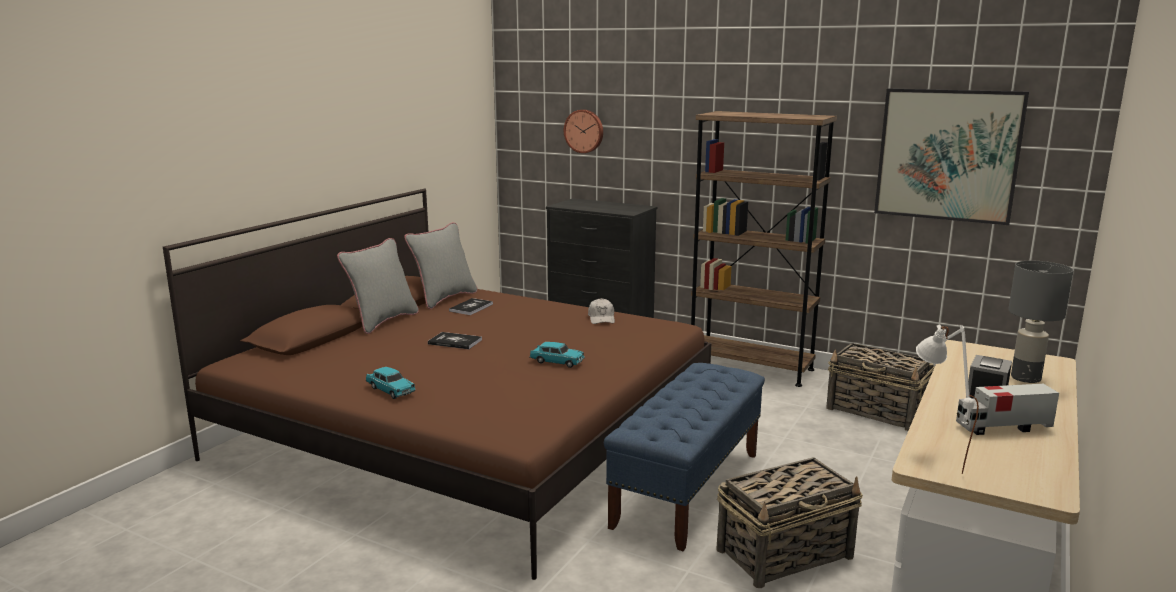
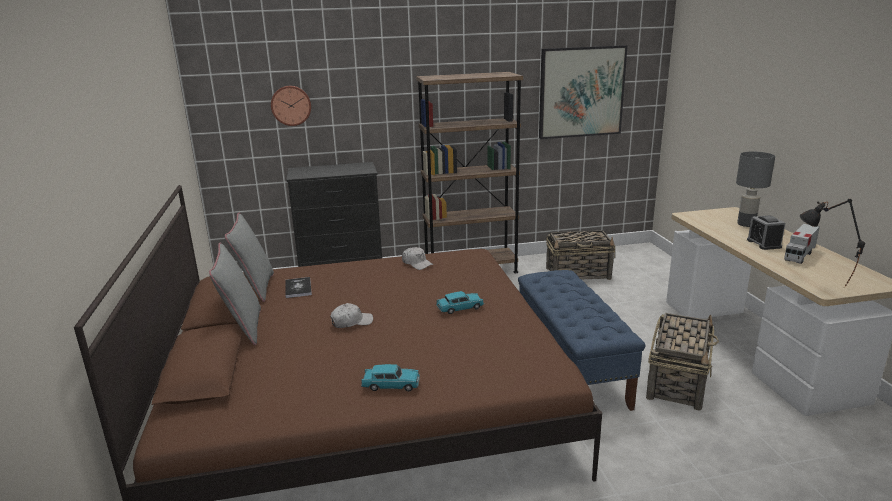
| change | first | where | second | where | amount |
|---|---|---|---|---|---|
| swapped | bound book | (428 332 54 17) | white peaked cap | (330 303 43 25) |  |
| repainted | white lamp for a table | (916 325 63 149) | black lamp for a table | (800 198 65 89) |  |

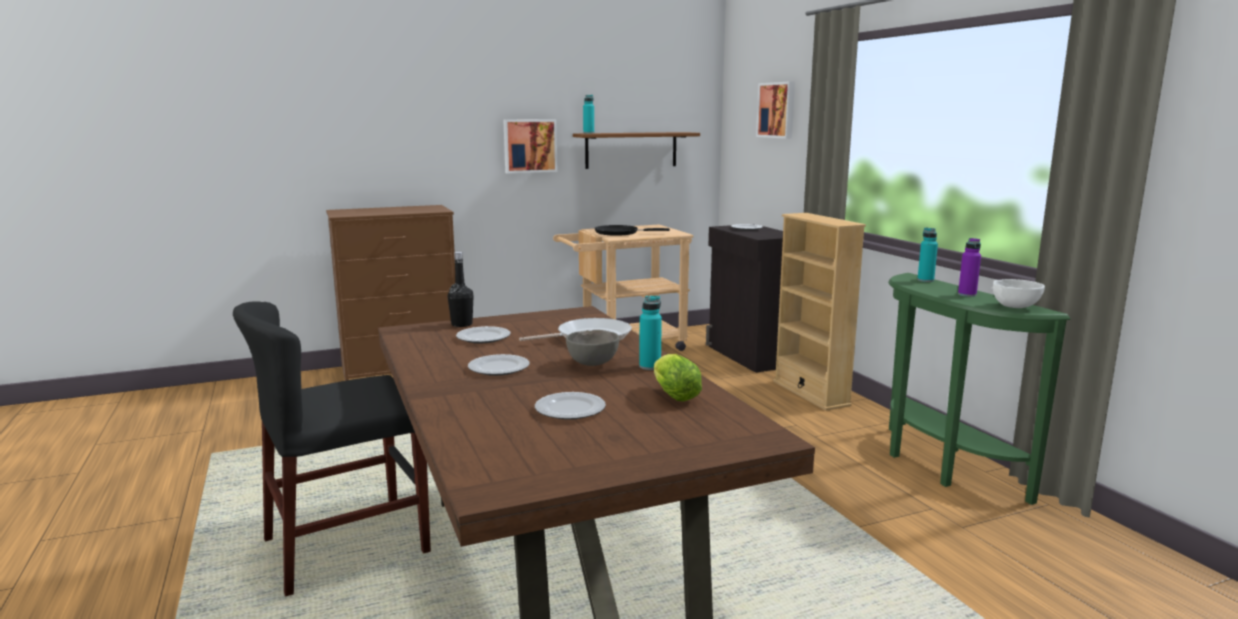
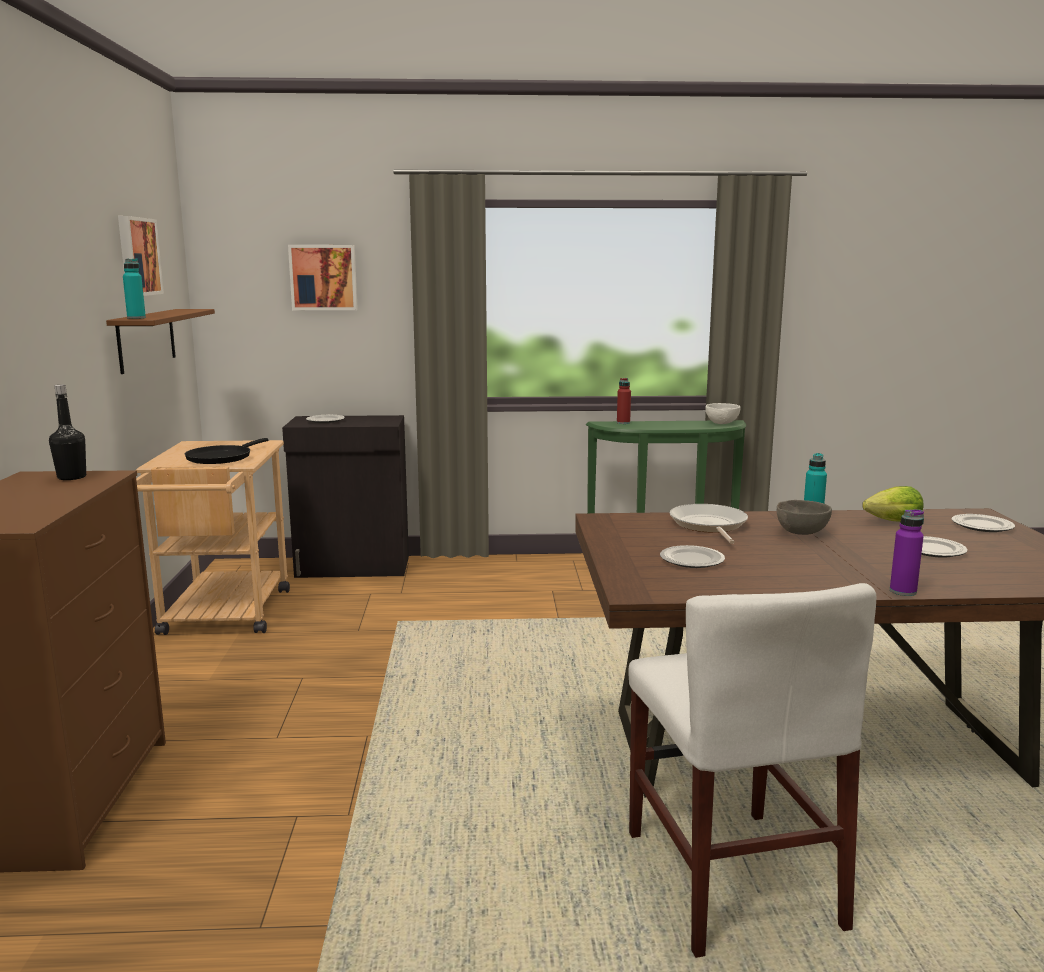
| change | first | where | second | where | amount |
|---|---|---|---|---|---|
| shifted | black beverage bottle | (448 252 26 75) |  | (49 385 37 95) |  |
| shifted | wall art | (503 119 55 54) |  | (118 216 46 80) |  |
| repainted | turquoise-coloured beverage bottle | (917 227 21 55) | red-coloured beverage bottle | (617 378 14 46) |  |
| repainted | black plain chair | (233 301 198 296) | white plain chair | (629 583 247 375) |  |
| shifted | purplish beverage bottle | (958 238 23 59) |  | (890 509 34 87) |  |
| shifted | flat dish | (468 354 61 22) |  | (952 514 63 18) |  |
| gone | beige bookcase | (773 213 93 198) |  |  |  |

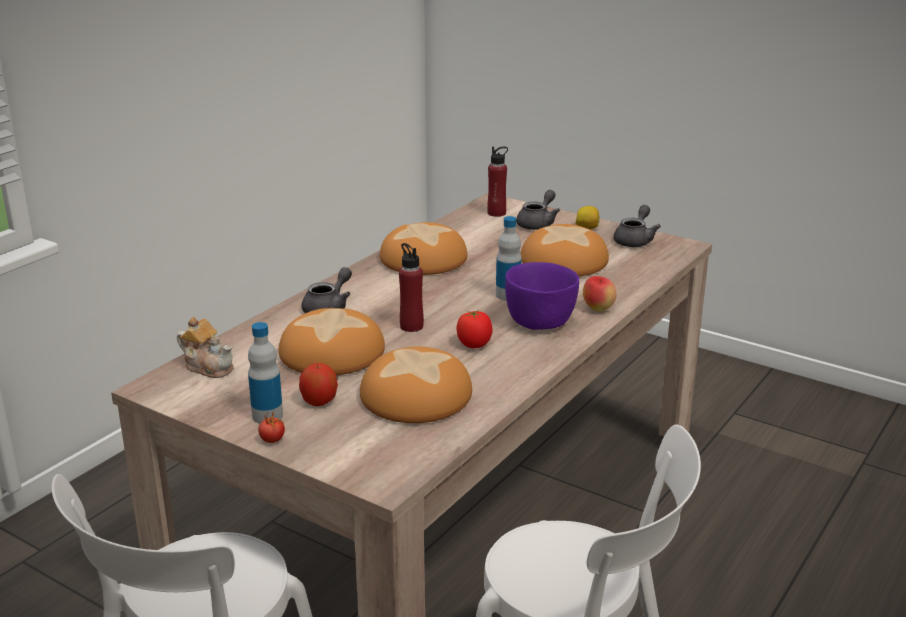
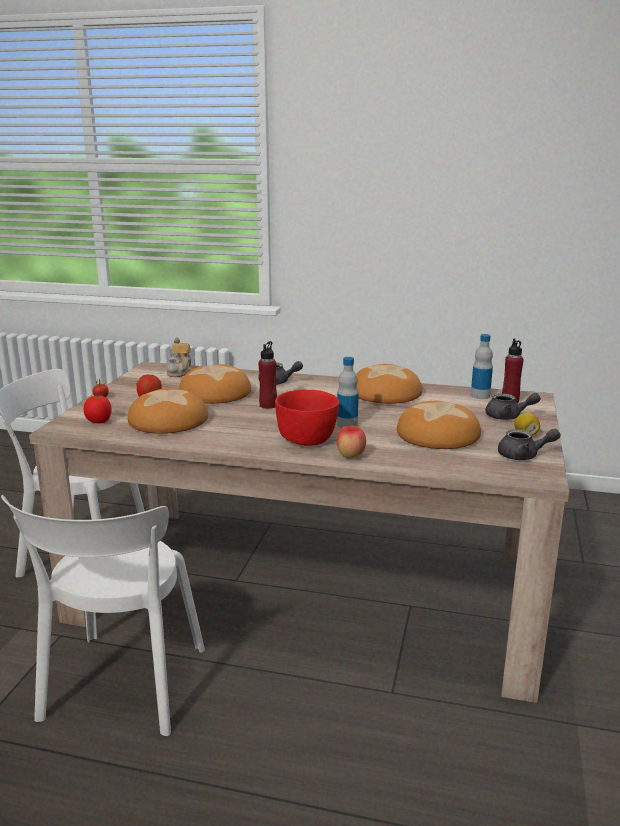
| change | first | where | second | where | amount |
|---|---|---|---|---|---|
| shifted | tomato | (457 310 35 38) |  | (84 395 28 28) |  |
| repainted | purplish bowl | (505 262 74 68) | red-coloured bowl | (275 390 64 56) |  |
| shifted | beverage bottle | (248 322 35 102) |  | (471 334 22 65) |  |

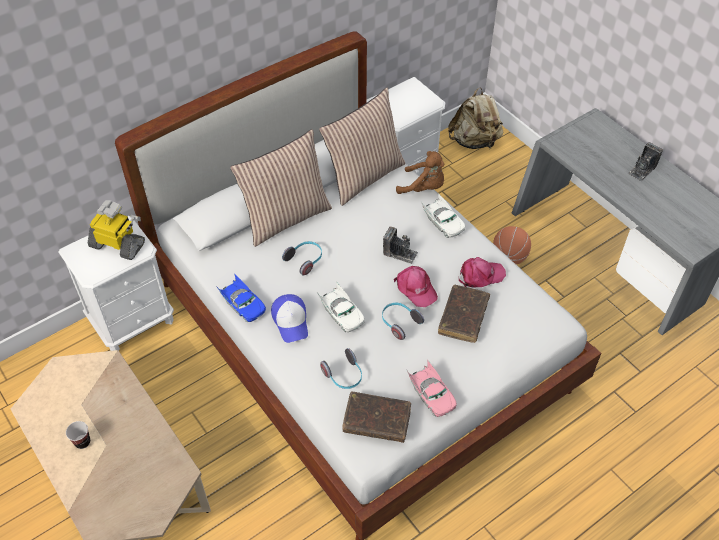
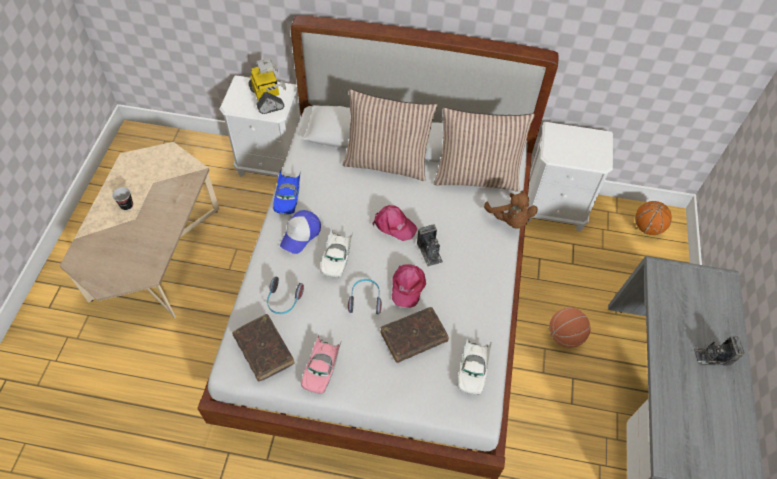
| change | first | where | second | where | amount |
|---|---|---|---|---|---|
| shifted | pink peaked cap | (459 257 47 31) |  | (372 205 45 36) |  |
| shifted | white model car | (421 193 44 45) |  | (457 337 35 58) |  |
| swapped | beige knapsack | (448 88 55 61) | basketball | (635 201 37 34) |  |
| gone | pair of headphones | (282 241 40 34) |  |  |  |

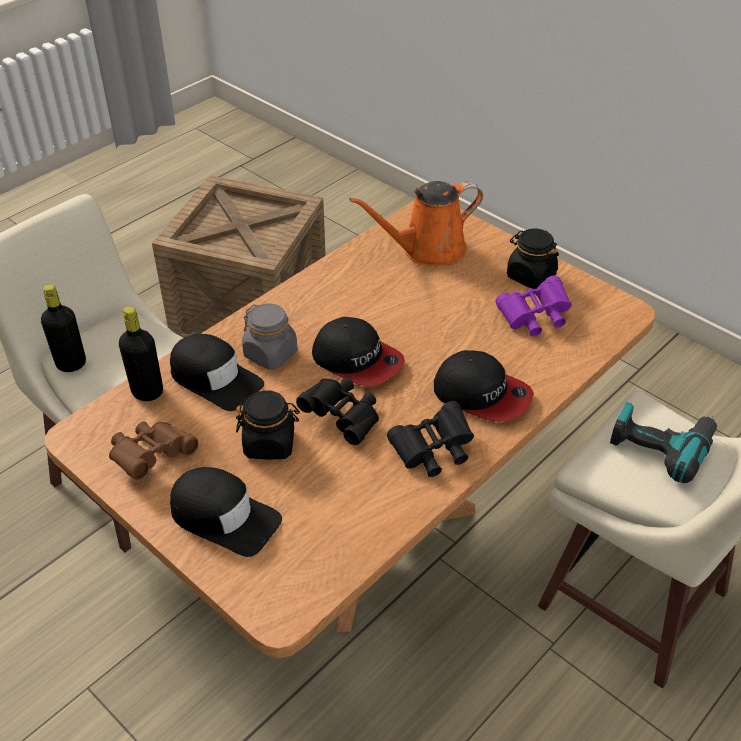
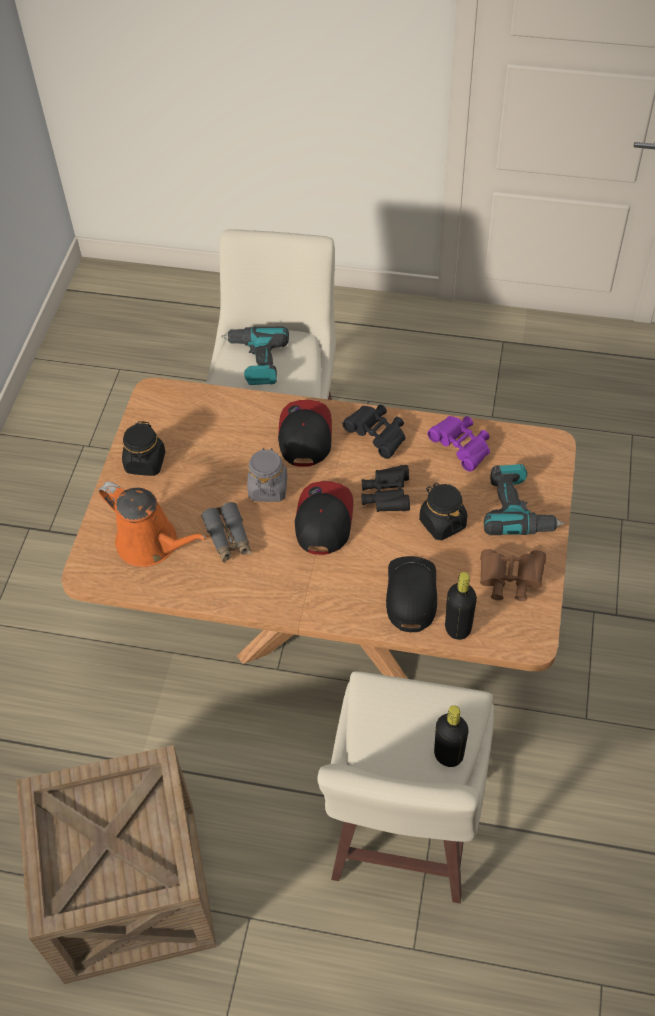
| change | first | where | second | where | amount |
|---|---|---|---|---|---|
| new |  |  | gray pair of binoculars | (201 502 50 61) |  |
| shifted | gray jar | (242 303 56 67) |  | (247 448 40 54) |  |
| shifted | purplish pair of binoculars | (496 275 76 61) |  | (427 416 63 56) |  |
| swapped | black peaked cap | (170 467 112 90) | power drill | (484 464 81 71) |  |

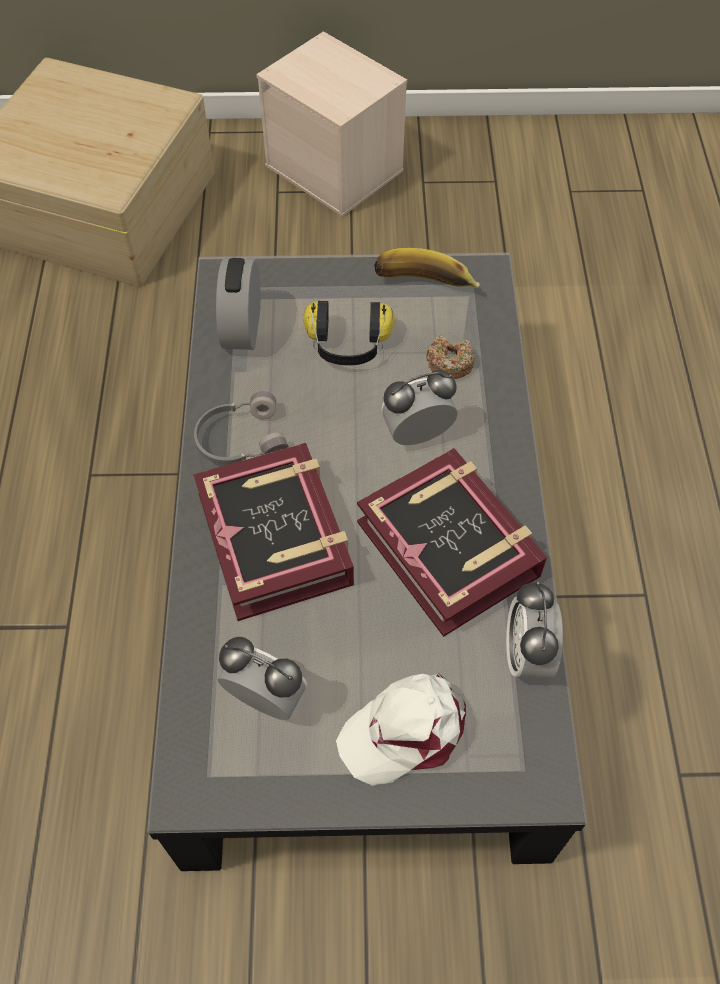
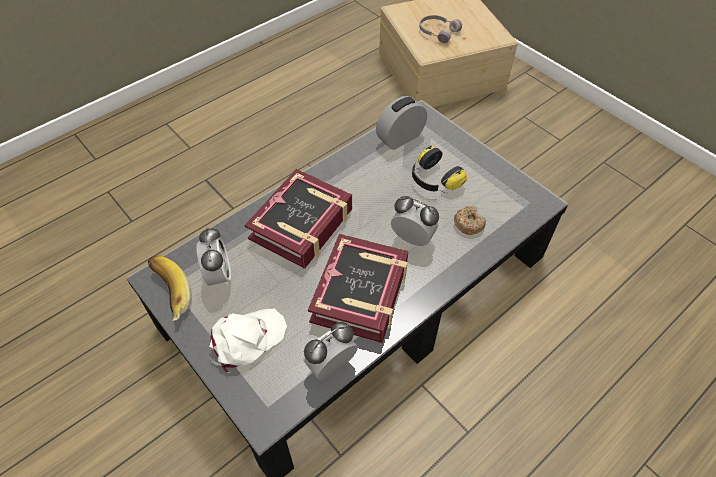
| change | first | where | second | where | amount |
|---|---|---|---|---|---|
| shifted | banana | (374 248 106 40) |  | (148 255 44 66) |  |
| rotated | white peaked cap | (336 672 130 114) |  | (209 309 78 64) | 120 degrees clockwise |
| shifted | gray pair of headphones | (194 391 95 74) |  | (419 15 43 28) |  |
| gone | beige storage box | (256 31 151 186) |  |  |  |

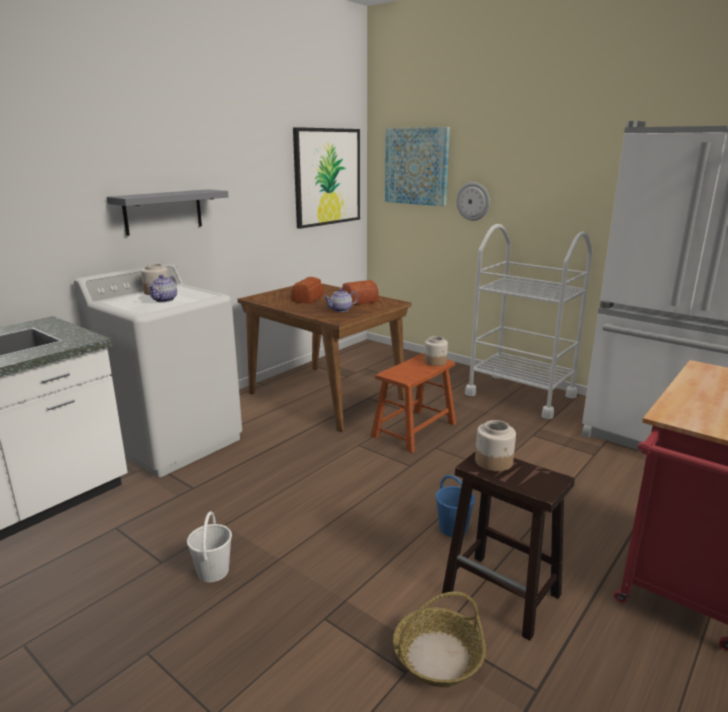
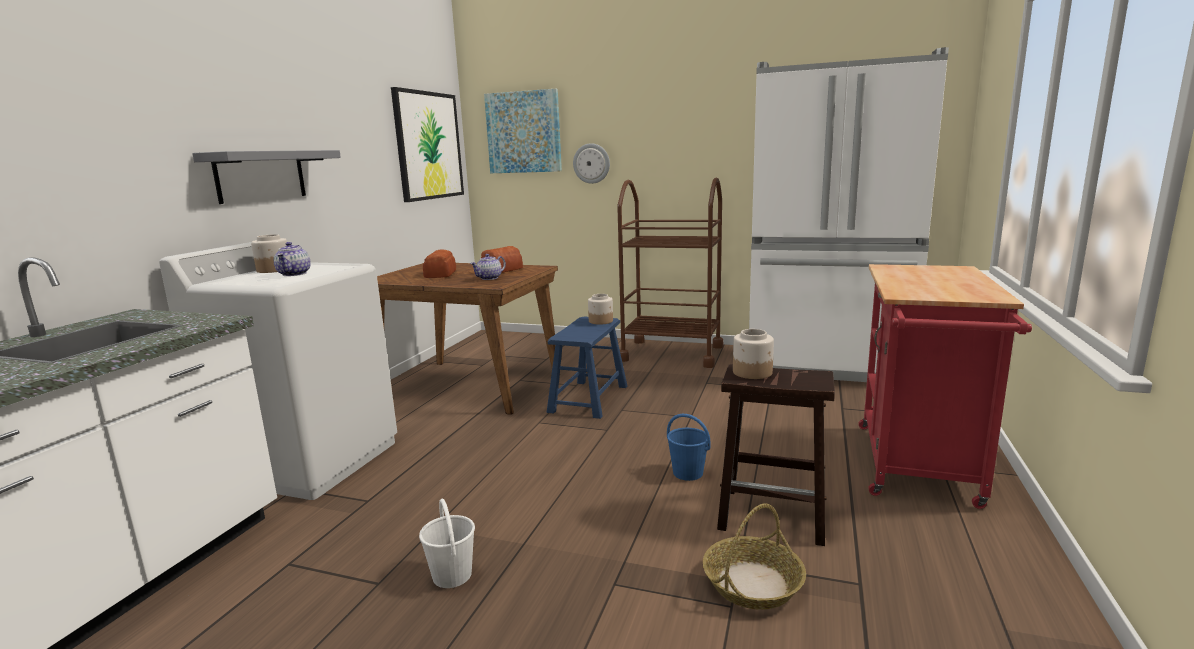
| change | first | where | second | where | amount |
|---|---|---|---|---|---|
| repainted | brown sitting stool | (371 354 85 99) | bluish sitting stool | (547 317 81 102) |  |
| repainted | white cart | (465 224 128 195) | brown cart | (617 178 106 190) |  |

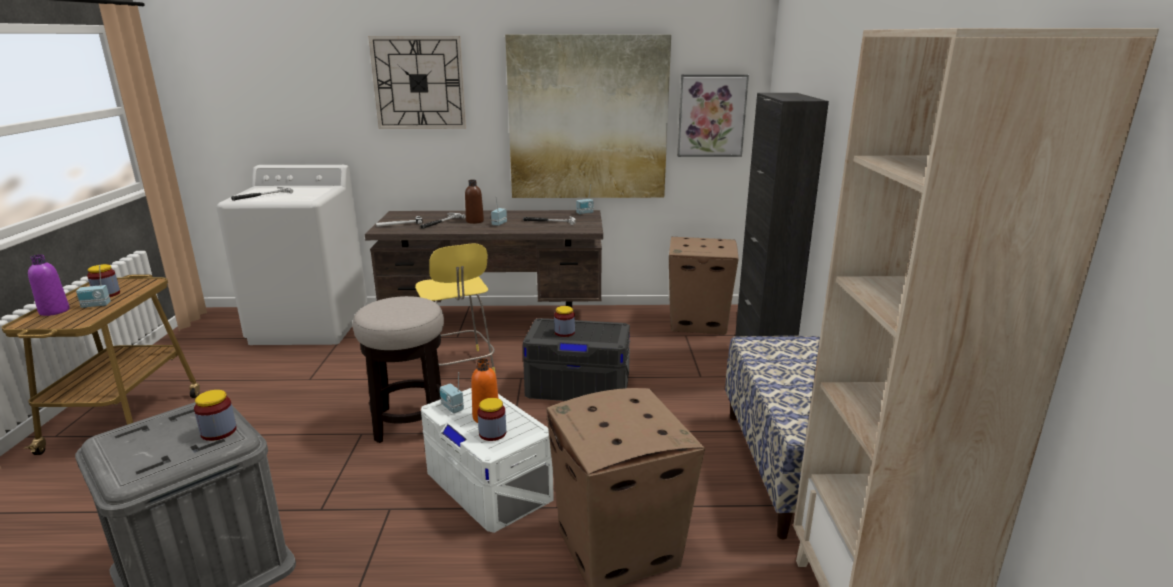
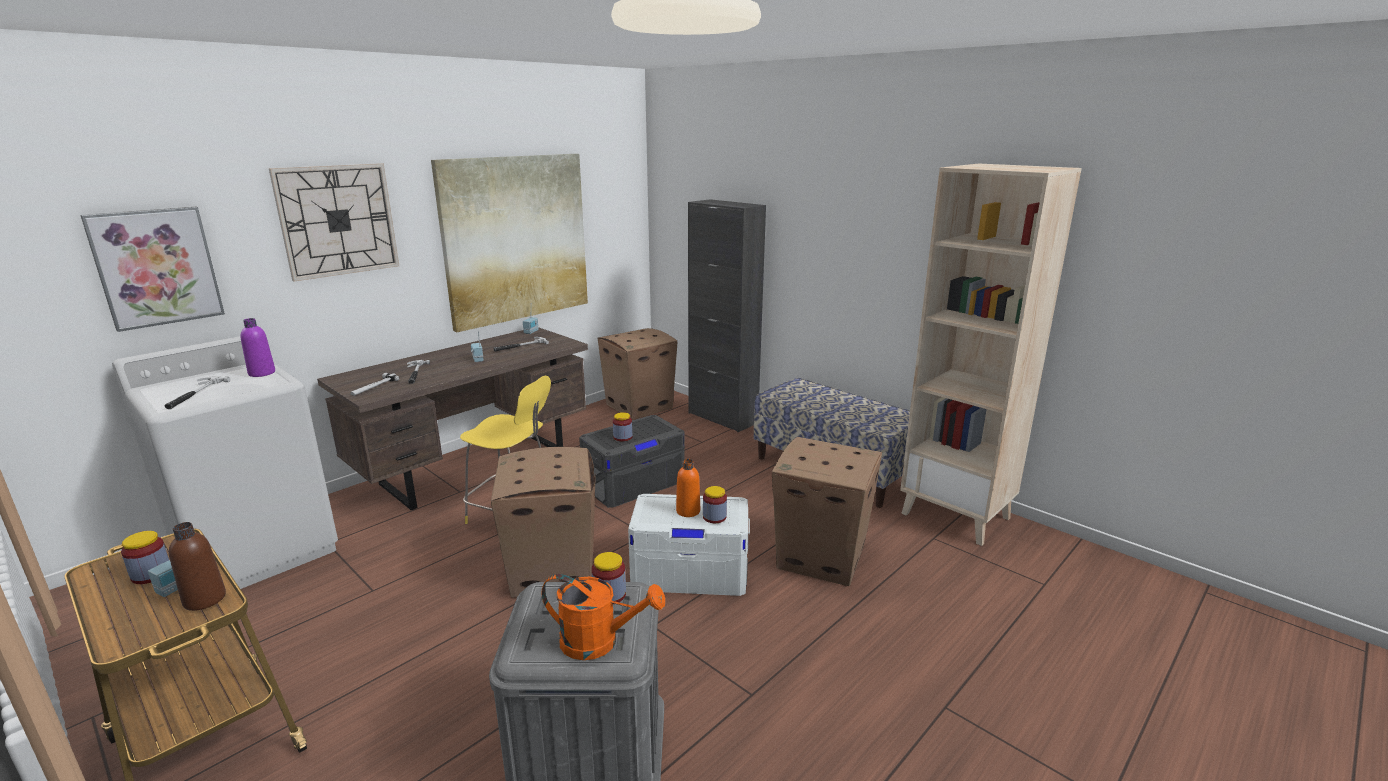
| change | first | where | second | where | amount |
|---|---|---|---|---|---|
| shifted | wall art | (677 75 72 82) |  | (80 207 145 125) |  |
| shifted | brown beverage bottle | (465 180 19 44) |  | (169 522 57 89) |  |
| shifted | purplish beverage bottle | (28 255 41 61) |  | (240 318 35 59) |  |
| swapped | sitting stool | (353 296 91 147) | packing box | (491 447 105 151) |  |
| new |  |  | orange watering can | (541 574 124 86) |  |
| gone | radio receiver | (440 372 24 41) |  |  |  |

